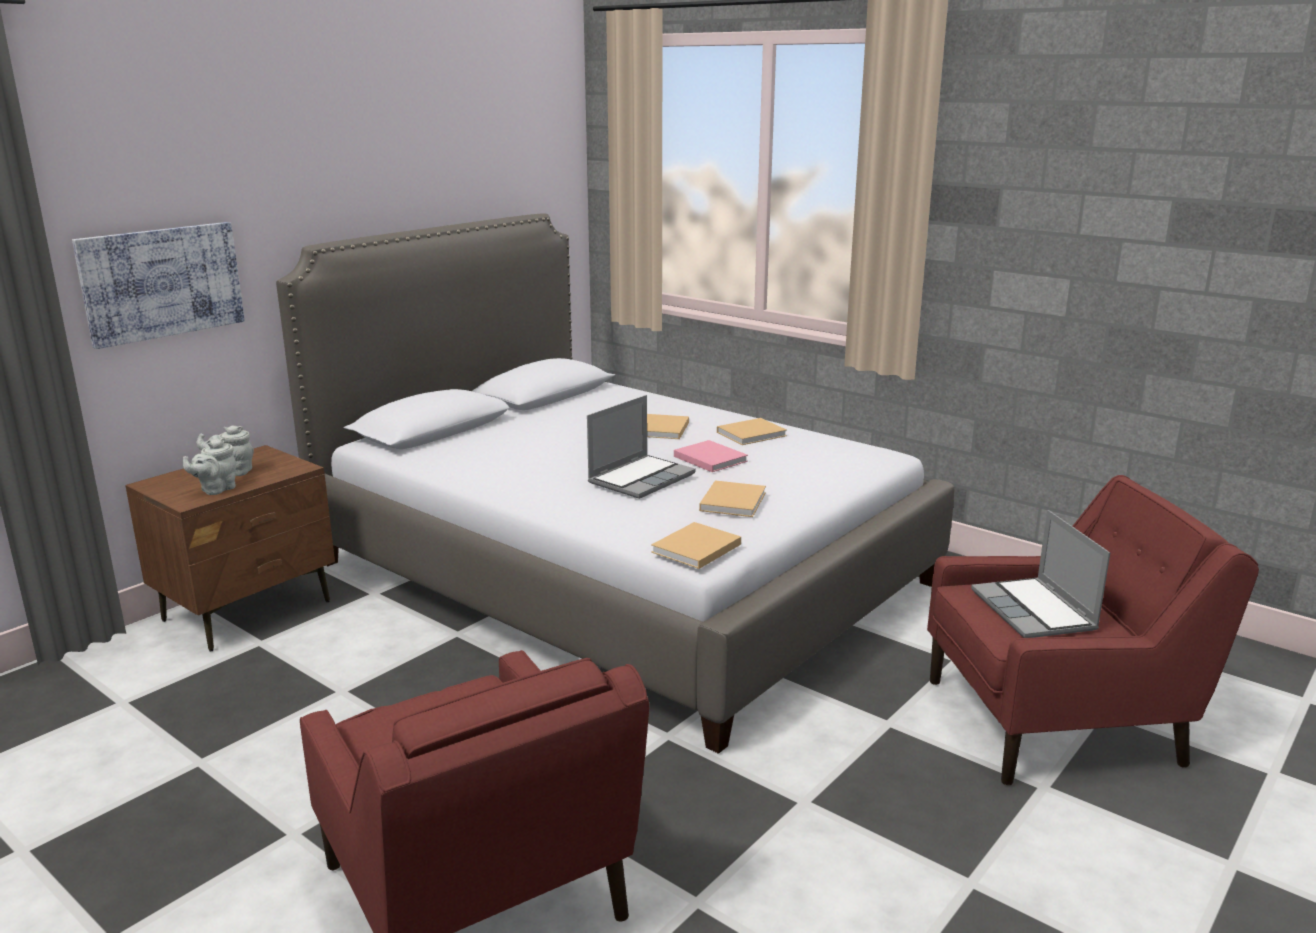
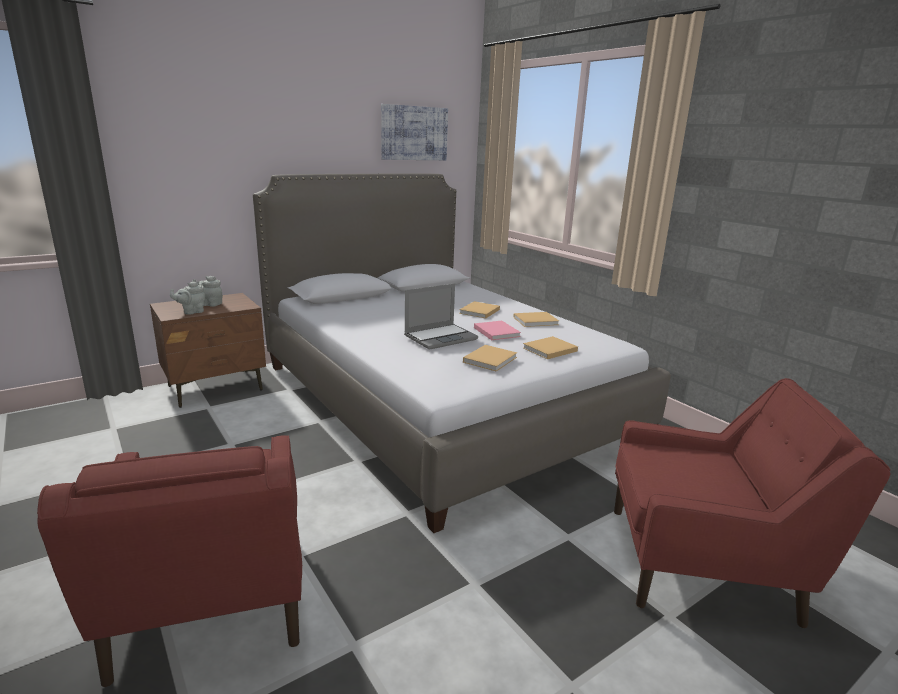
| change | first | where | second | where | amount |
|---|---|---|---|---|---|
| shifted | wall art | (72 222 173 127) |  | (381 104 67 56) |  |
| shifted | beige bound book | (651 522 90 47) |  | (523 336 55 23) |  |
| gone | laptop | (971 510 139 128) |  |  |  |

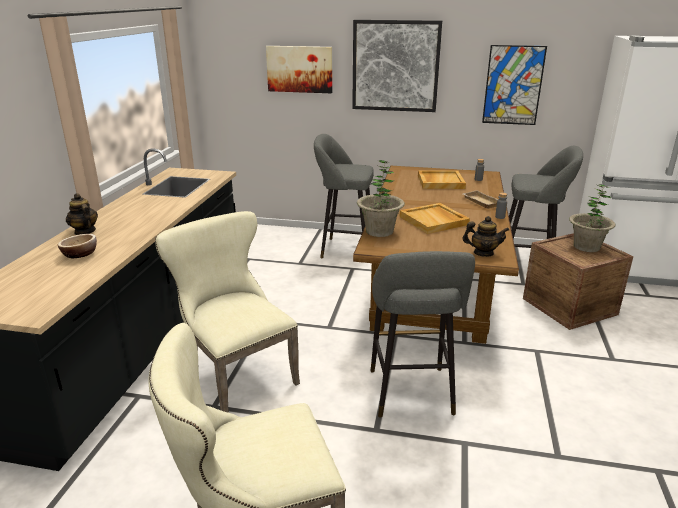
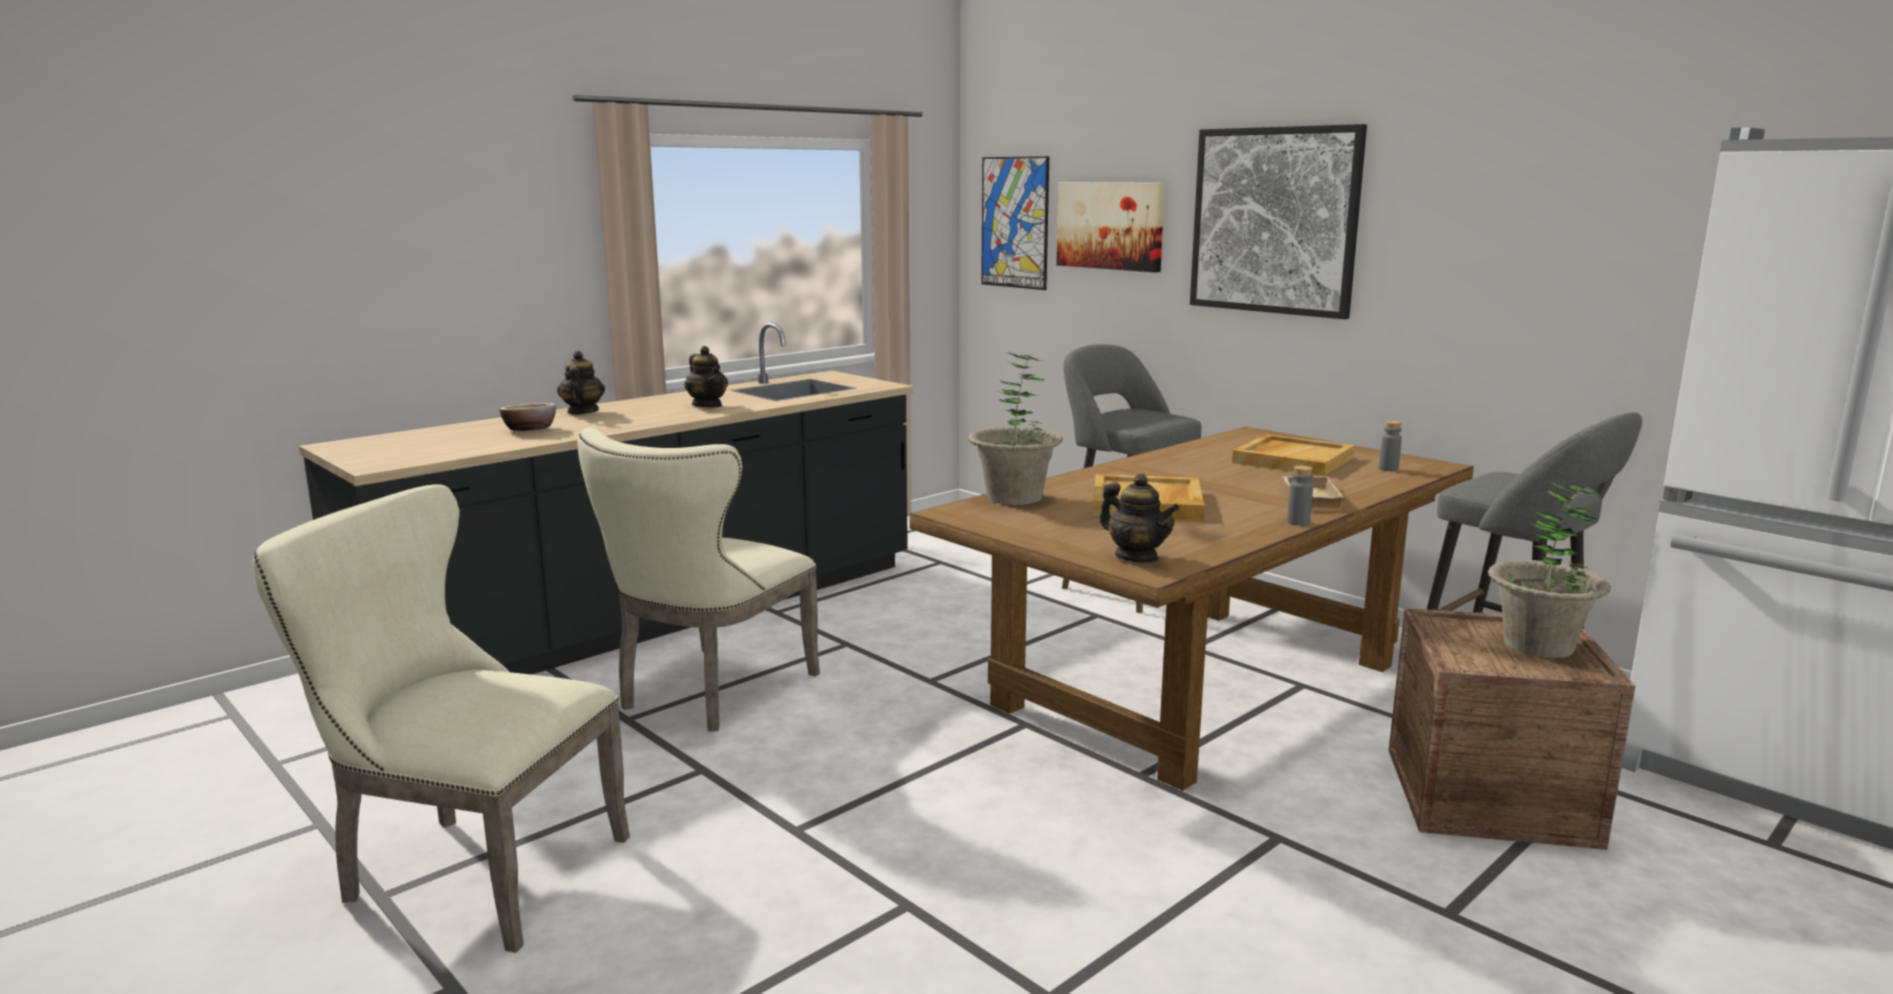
| change | first | where | second | where | amount |
|---|---|---|---|---|---|
| rotated | beige plain chair | (155 211 145 202) |  | (578 428 242 303) | 150 degrees counterclockwise |
| new |  |  | tea pot | (684 346 44 61) |  |
| shifted | wall art | (482 45 65 80) |  | (981 156 68 134) |  |
| gone | gray sitting stool | (370 251 105 167) |  |  |  |

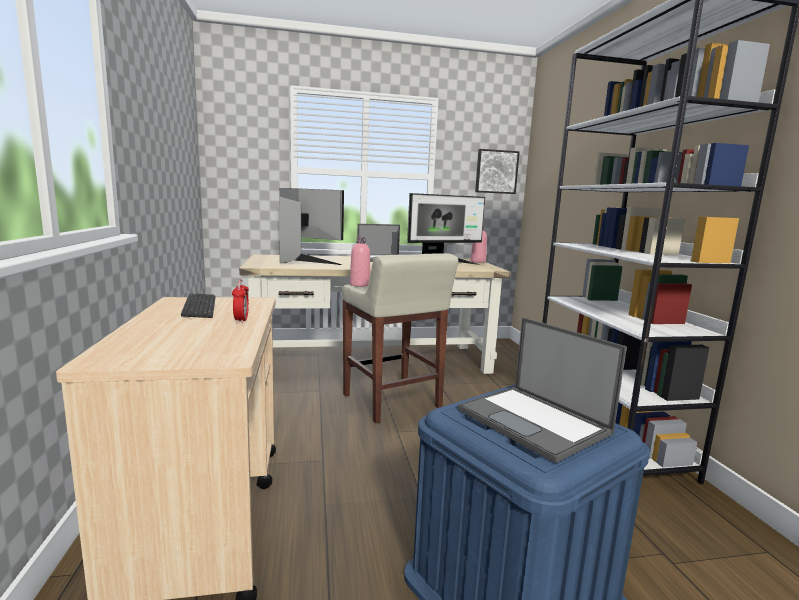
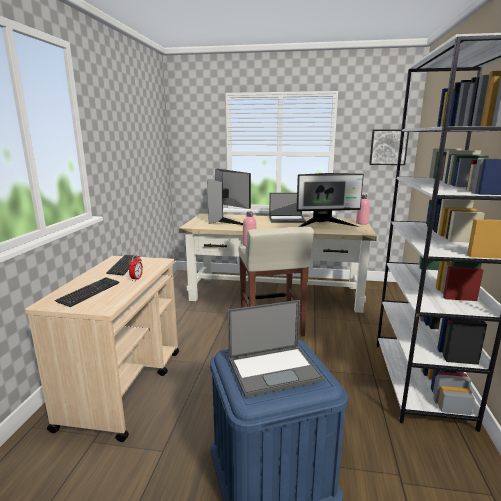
| change | first | where | second | where | amount |
|---|---|---|---|---|---|
| new |  |  | keyboard | (55 277 65 30) |  |
| rotated | laptop | (457 317 170 146) |  | (228 300 96 98) | 90 degrees counterclockwise |

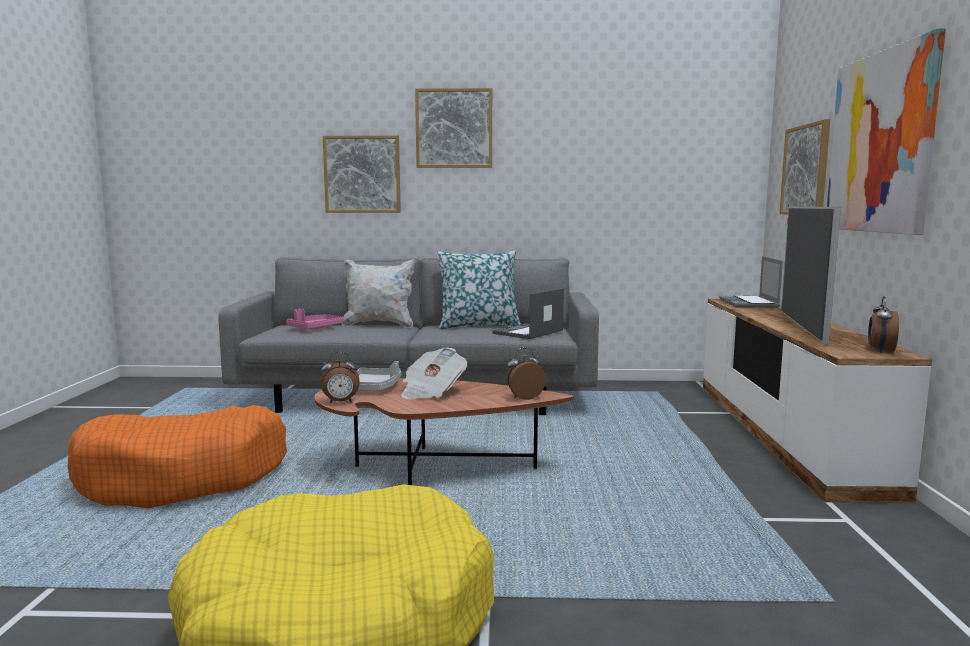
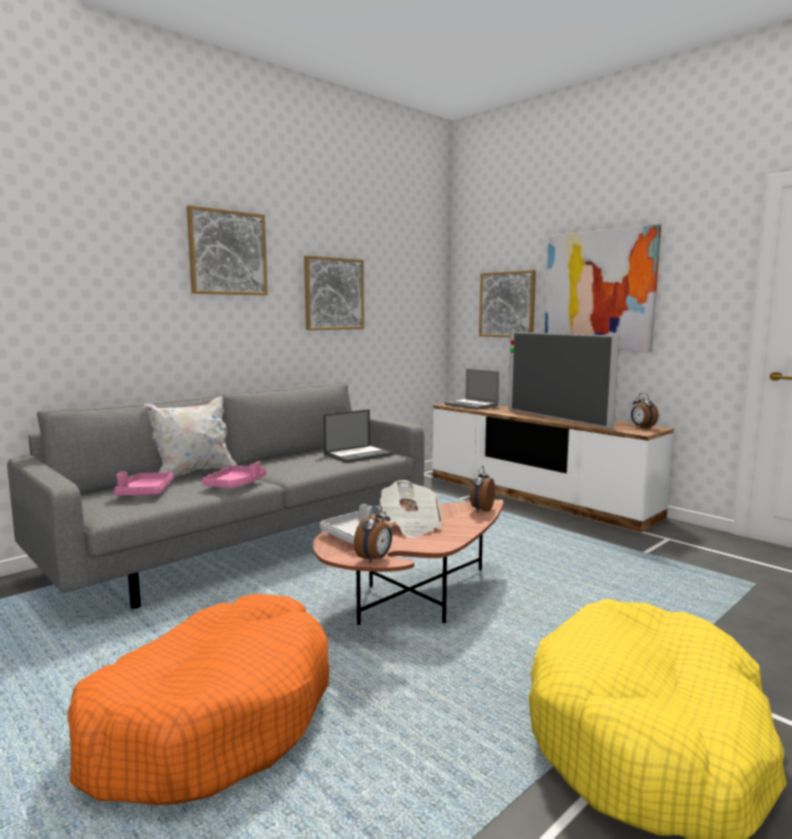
| change | first | where | second | where | amount |
|---|---|---|---|---|---|
| new |  |  | pink tray | (202 461 64 27) |  |
| shifted | wall art | (323 135 78 78) |  | (304 255 60 75) |  |
| rotated | laptop | (493 288 71 51) |  | (323 409 71 54) | 120 degrees counterclockwise |
| gone | cushion | (436 250 85 79) |  |  |  |

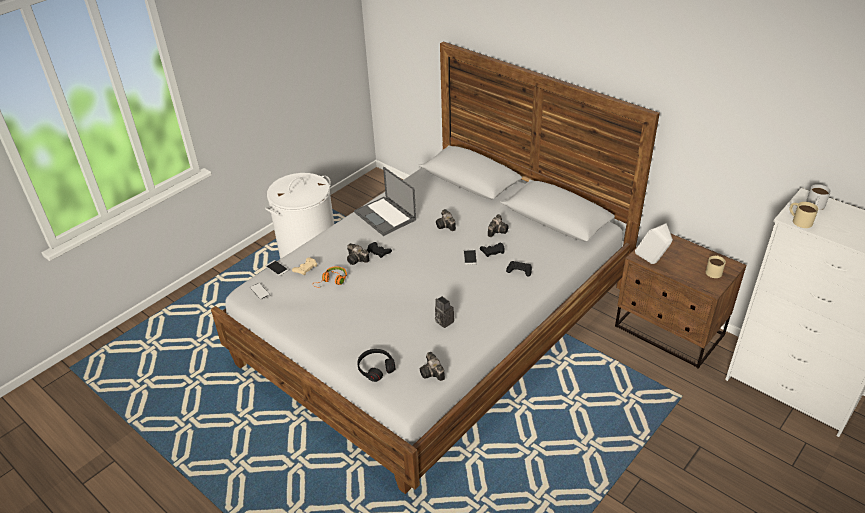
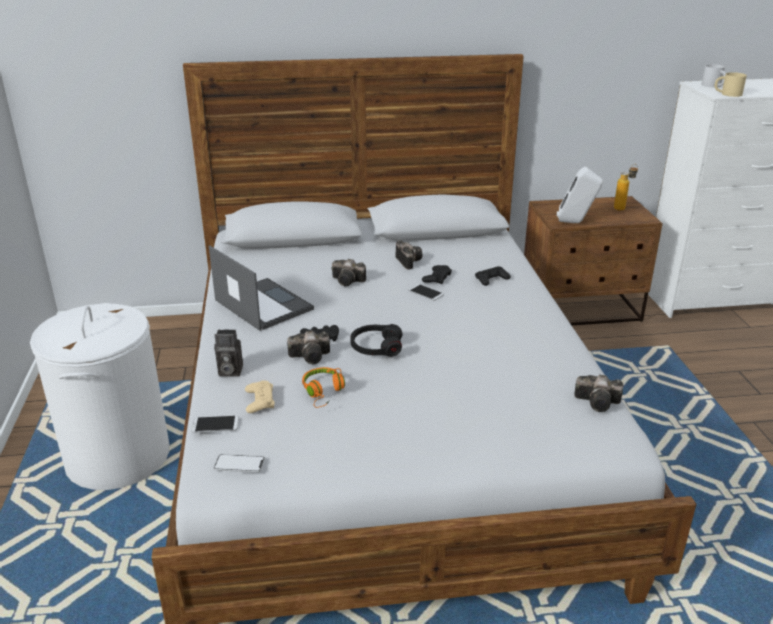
| change | first | where | second | where | amount |
|---|---|---|---|---|---|
| rotated | laptop | (354 167 62 69) |  | (209 245 105 86) | 135 degrees counterclockwise |
| shifted | photo camera | (435 296 19 32) |  | (214 330 29 47) |  |
| shifted | black pair of headphones | (357 349 39 33) |  | (350 324 53 33) |  |
| swapped | beige tea mug | (706 255 20 23) | beverage bottle | (614 164 24 47) |  |

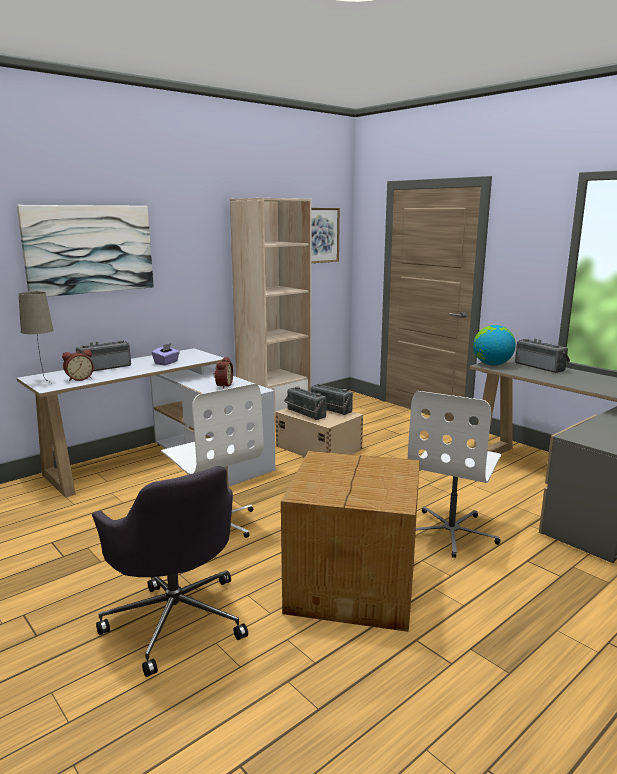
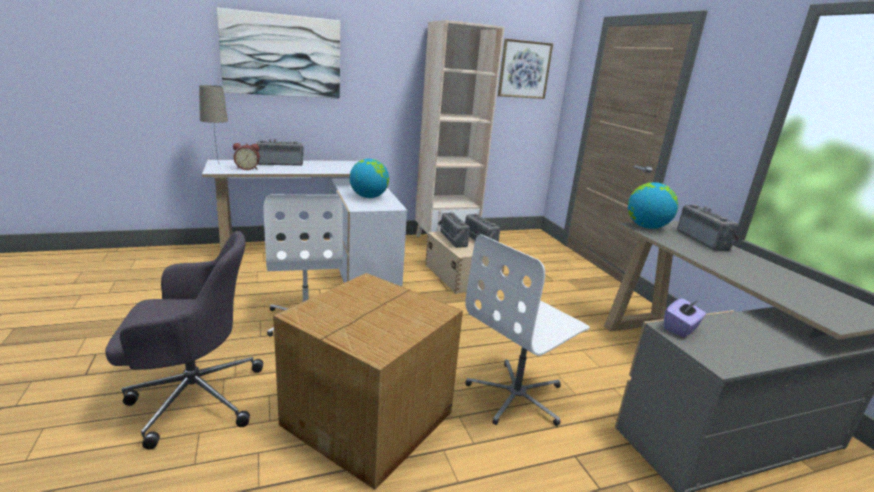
| change | first | where | second | where | amount |
|---|---|---|---|---|---|
| rotated | gray desk chair | (92 466 156 211) |  | (105 231 158 219) | 90 degrees counterclockwise |
| swapped | alarm clock | (214 357 19 32) | desk globe | (349 159 40 39) |  |
| shifted | purplish tissue holder | (152 343 28 22) |  | (664 299 42 38) |  |

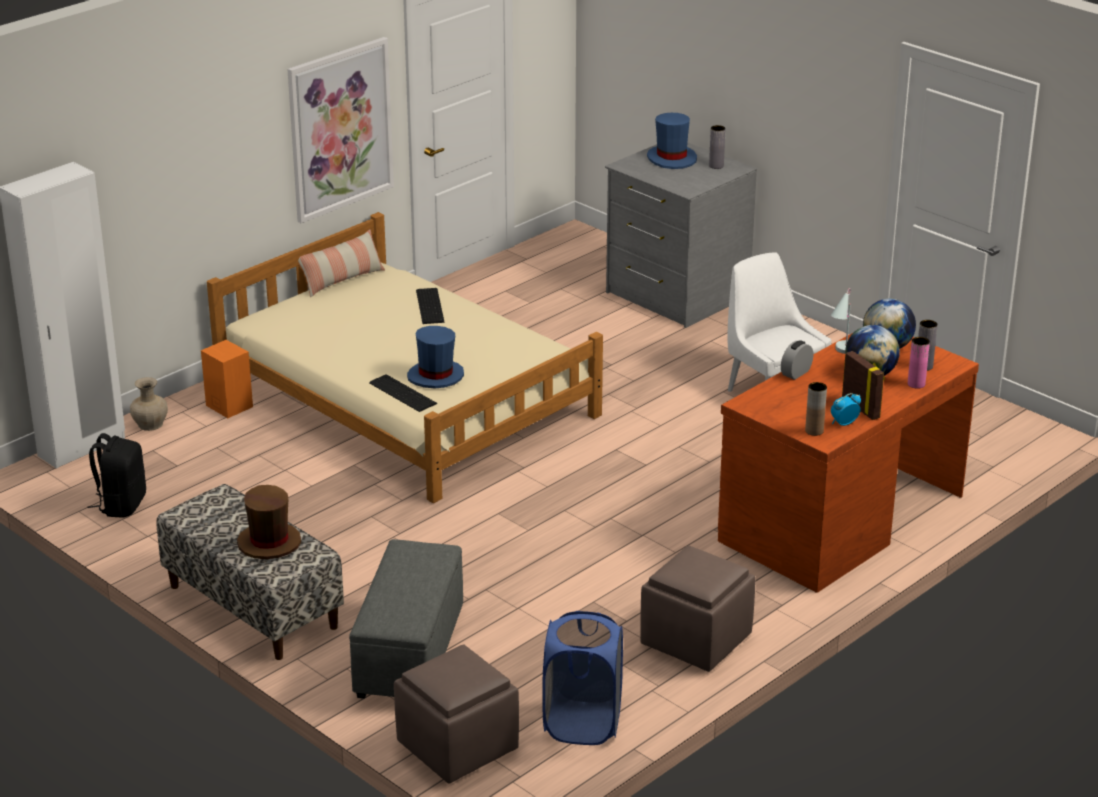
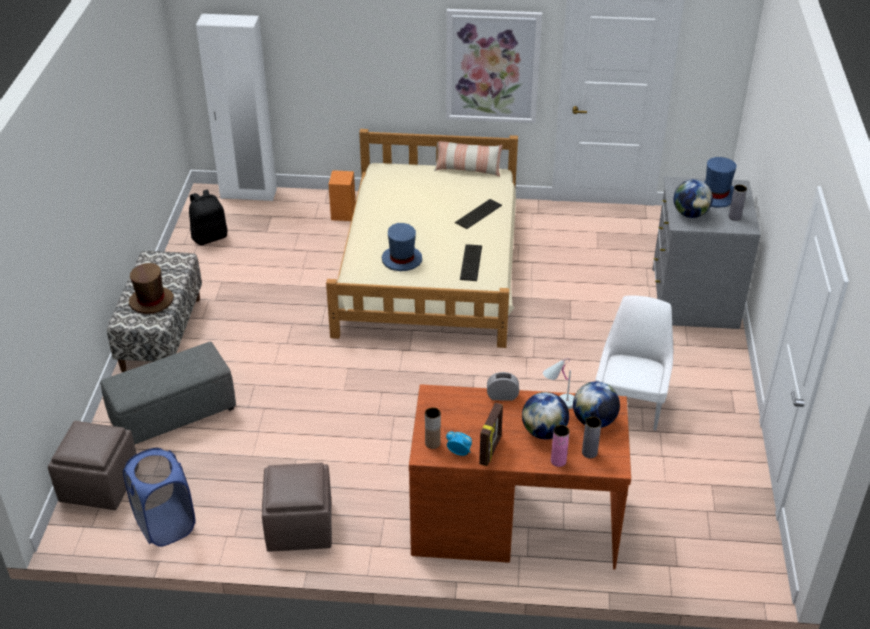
| change | first | where | second | where | amount |
|---|---|---|---|---|---|
| shifted | keyboard | (369 375 68 37) |  | (460 244 22 37) |  |
| new |  |  | desk globe | (674 179 39 39) |  |
| gone | beige flower vase | (130 377 38 54) |  |  |  |

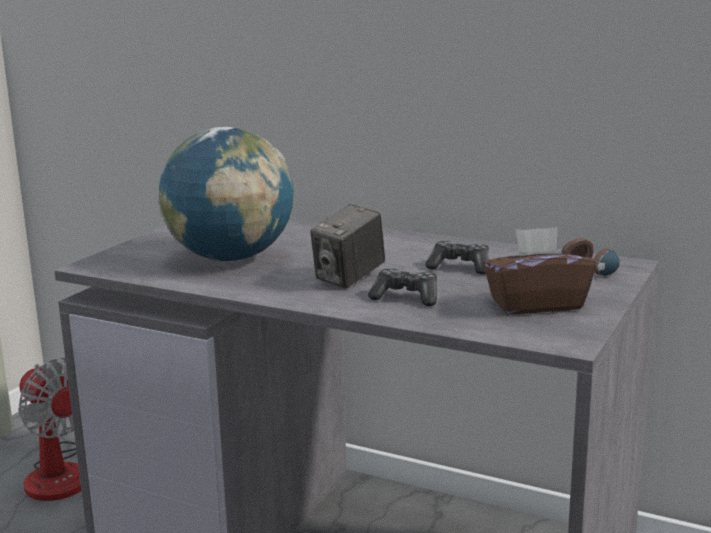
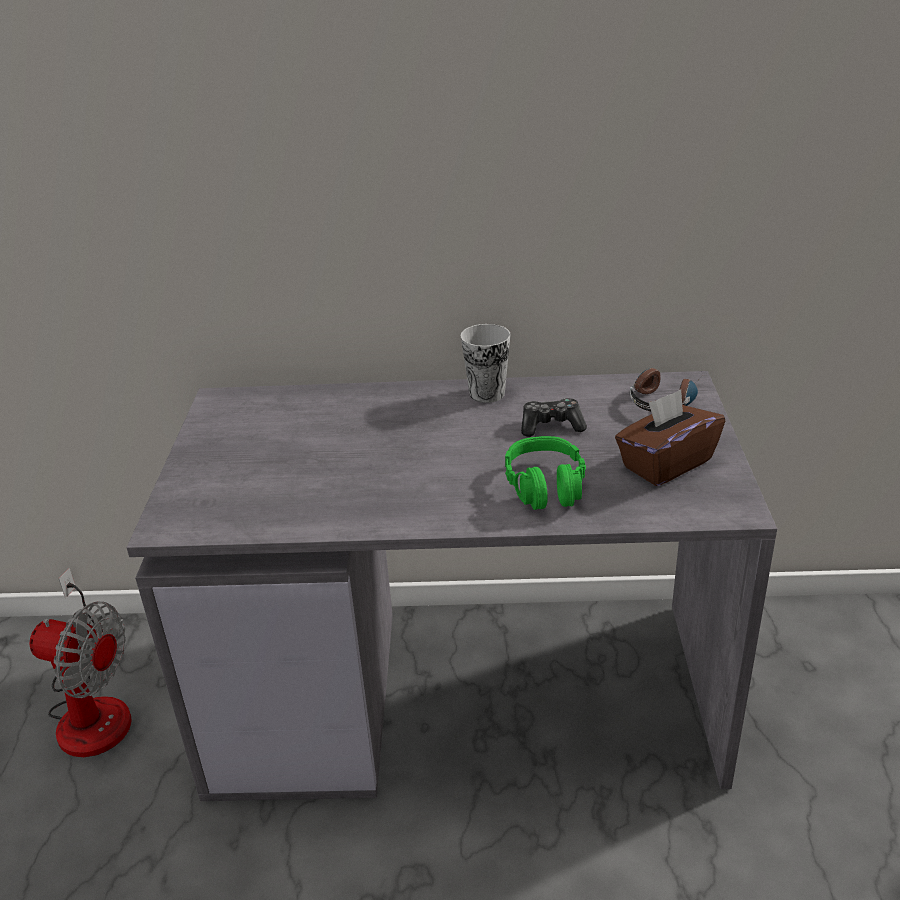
| change | first | where | second | where | amount |
|---|---|---|---|---|---|
| new |  |  | small cup | (461 324 50 79) |  |
| swapped | joypad | (368 268 69 38) | green-coloured pair of headphones | (505 436 81 74) |  |
| gone | desk globe | (158 127 136 135) |  |  |  |
| gone | photo camera | (310 204 75 85) |  |  |  |

